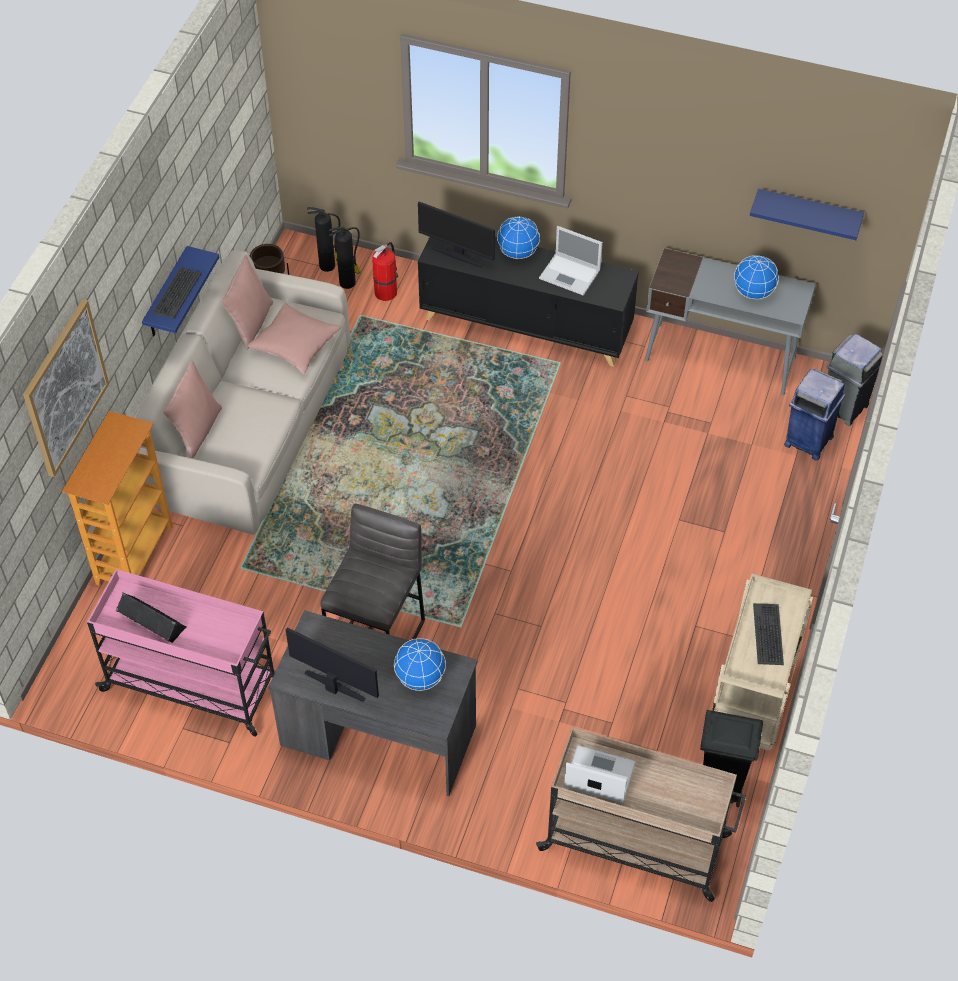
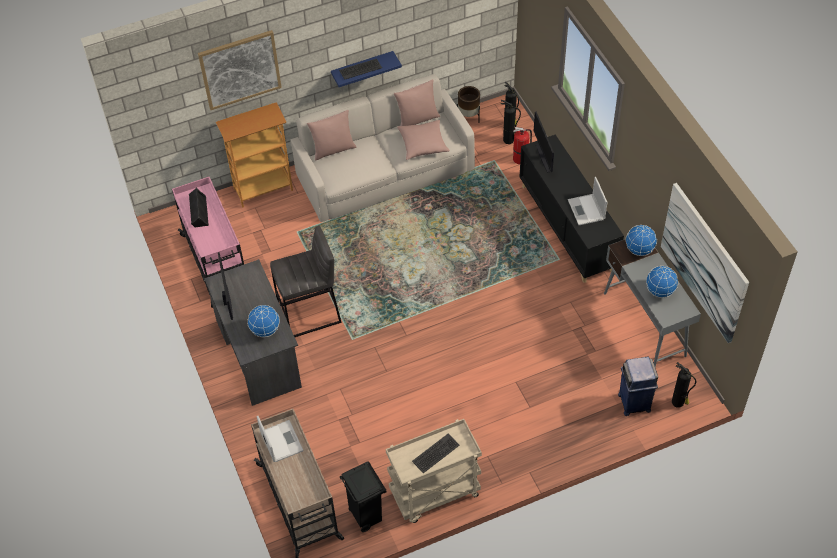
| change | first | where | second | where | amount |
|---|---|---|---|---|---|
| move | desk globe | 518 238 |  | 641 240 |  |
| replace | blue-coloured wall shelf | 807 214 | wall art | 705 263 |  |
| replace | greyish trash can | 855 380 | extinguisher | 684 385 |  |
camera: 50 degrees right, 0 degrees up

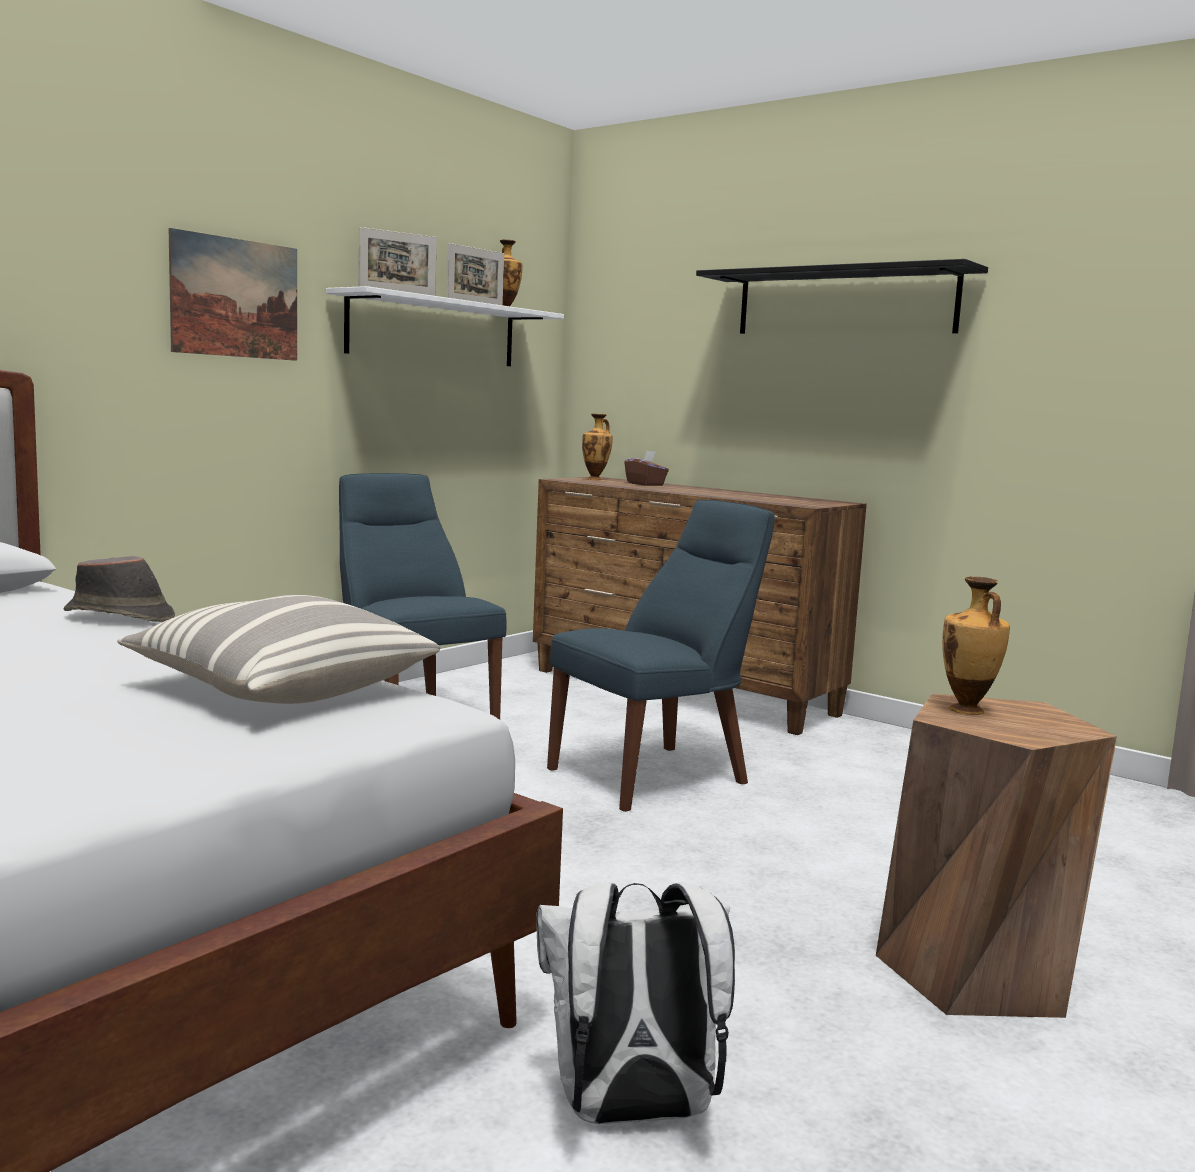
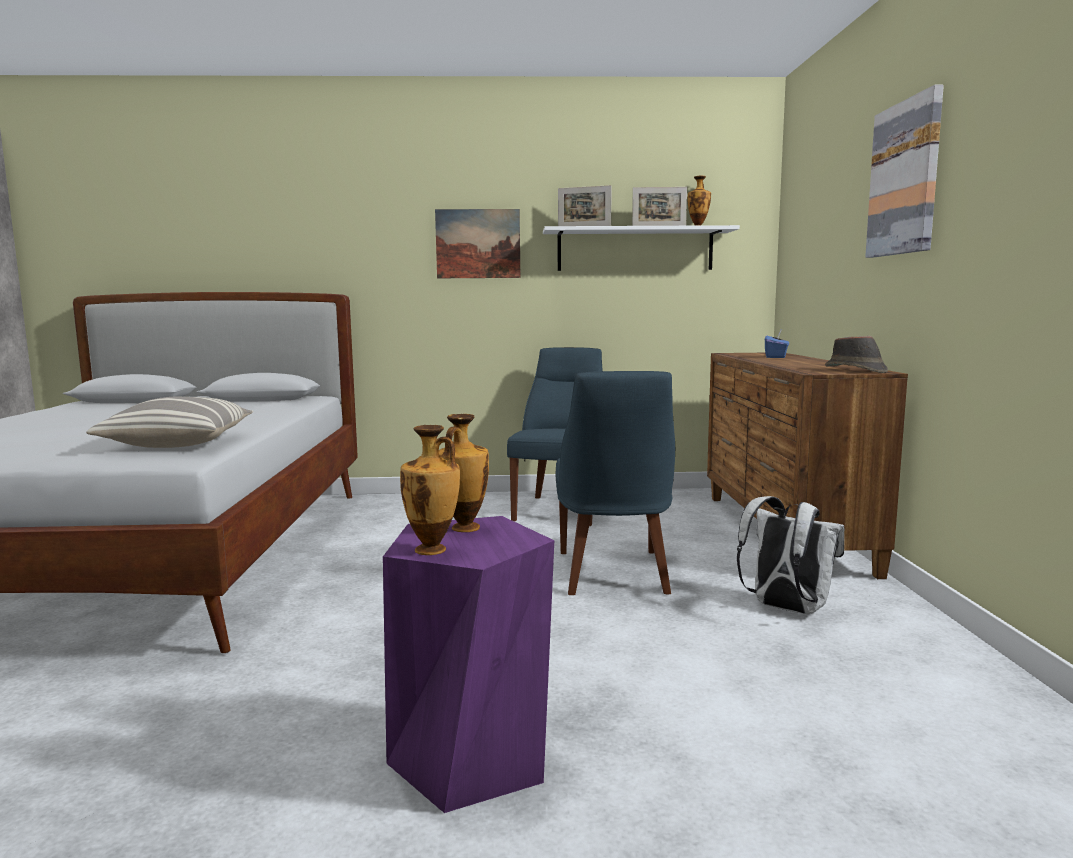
| change | first | where | second | where | amount |
|---|---|---|---|---|---|
| move | brown-coloured hat | 119 589 |  | 856 354 |  |
| move | white rucksack | 635 1003 |  | 791 555 |  |
| rotate | blue-coloured upright chair | 661 656 |  | 615 483 | 75 degrees clockwise |
| move | flower vase | 597 446 |  | 430 490 |  |
| recolor | brown-coloured box of tissues | 646 468 | blue-coloured box of tissues | 777 344 |  |
| replace | black wall shelf | 842 296 | wall art | 904 171 |  |
| recolor | brown-coloured stool seat | 996 856 | purple stool seat | 468 664 |  |
camera: 50 degrees right, 0 degrees up

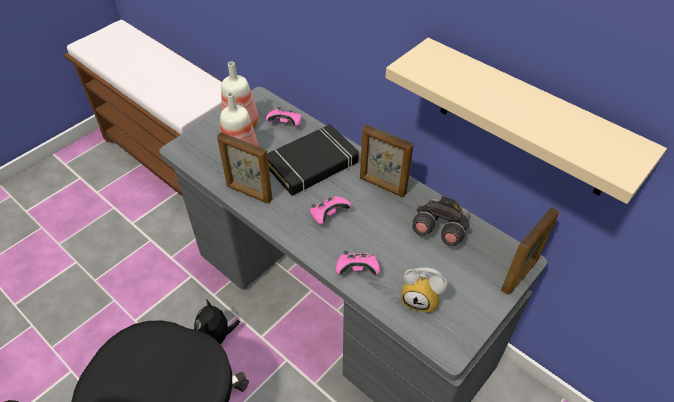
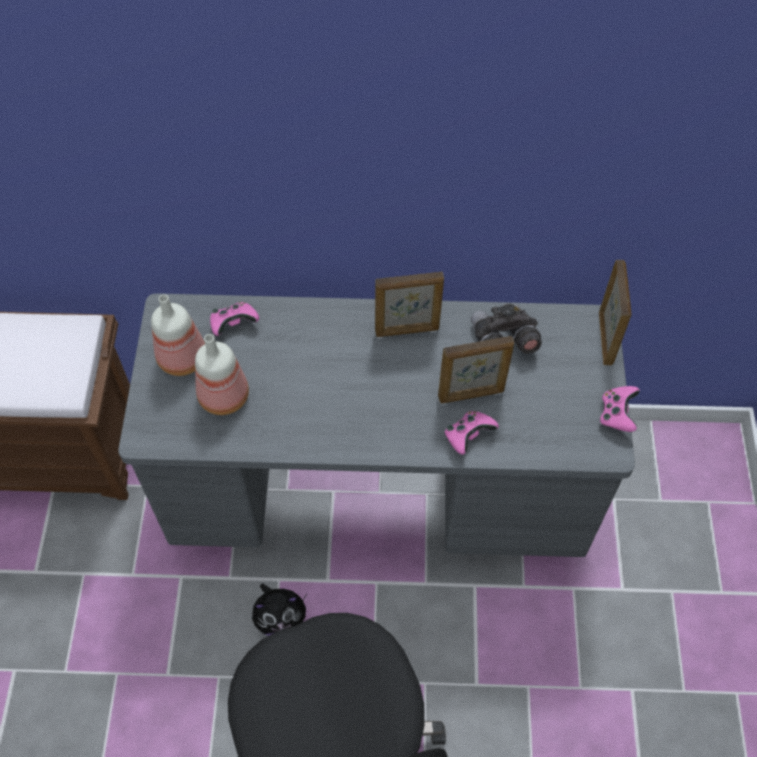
| change | first | where | second | where | amount |
|---|---|---|---|---|---|
| rotate | soft toy | 217 321 |  | 279 609 | 60 degrees counterclockwise |
| move | photo frame | 244 168 |  | 476 369 |  |
| delete | black book | 313 160 |  |  |  |
| move | pink joypad | 330 210 |  | 620 409 |  |
| delete | sand-coloured wall shelf | 526 121 |  |  |  |
| delete | bedside clock | 424 290 |  |  |  |
camera: 40 degrees left, 10 degrees up

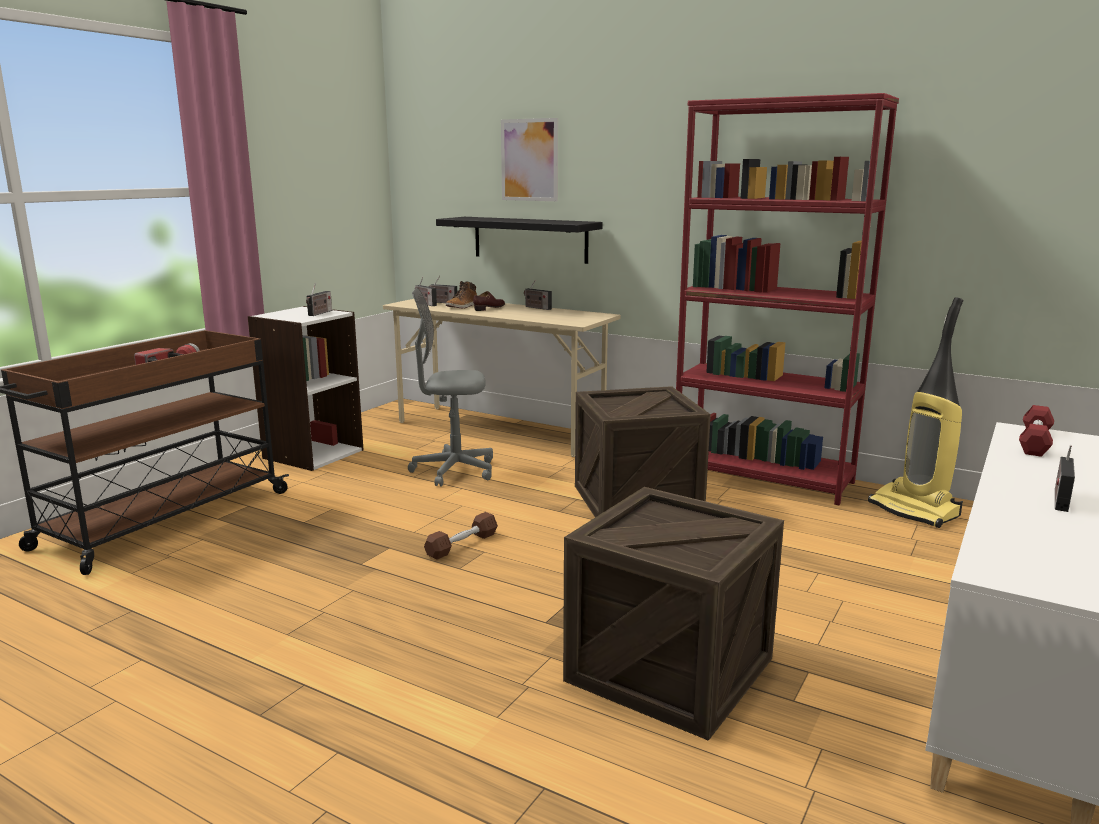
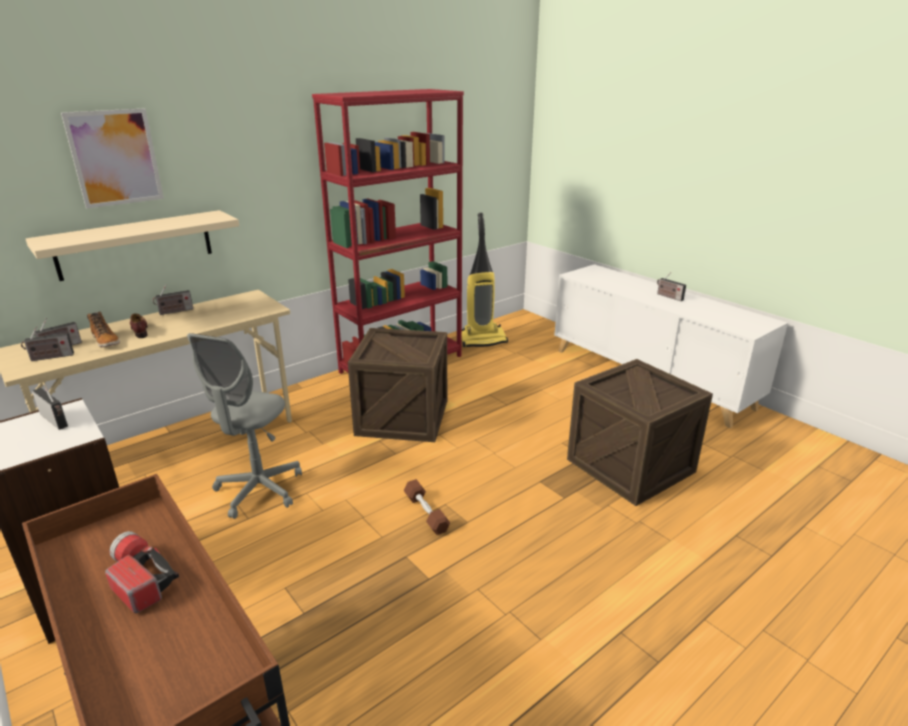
| change | first | where | second | where | amount |
|---|---|---|---|---|---|
| recolor | black wall shelf | 519 240 | sand-coloured wall shelf | 132 245 |  |
| delete | red hand weight | 1036 431 |  |  |  |
camera: 70 degrees left, 10 degrees up

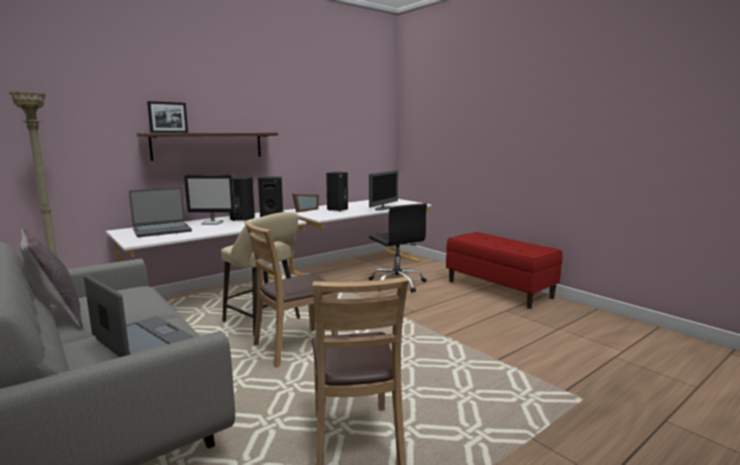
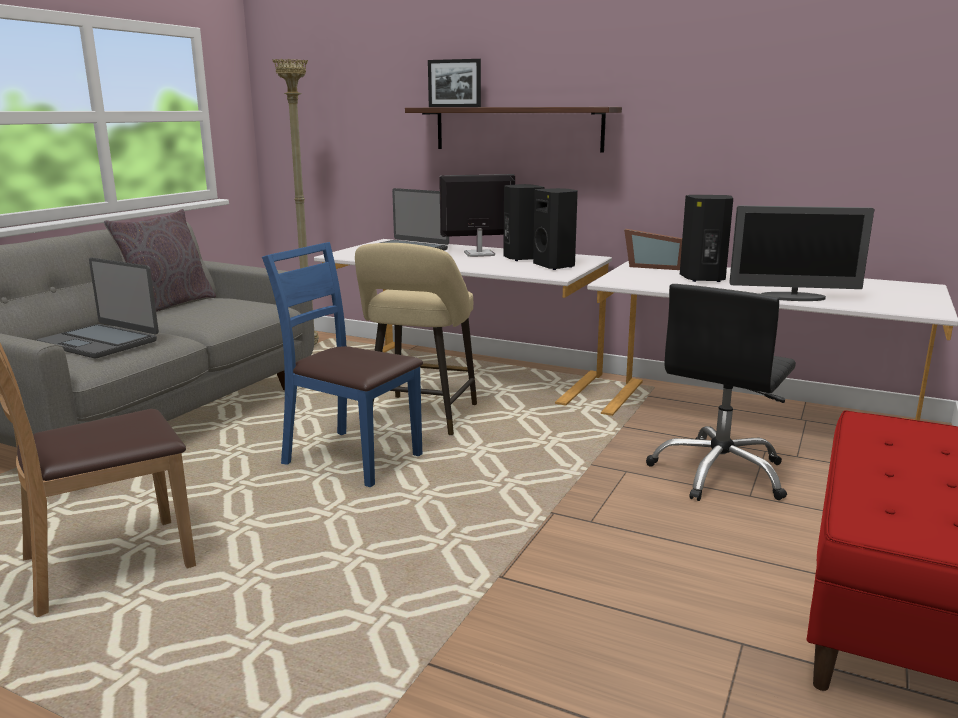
| change | first | where | second | where | amount |
|---|---|---|---|---|---|
| rotate | notebook computer | 139 316 |  | 97 308 | 105 degrees clockwise |
| rotate | monitor | 210 199 |  | 477 215 | 105 degrees clockwise |
| recolor | brown-coloured upright chair | 291 294 | blue-coloured upright chair | 342 364 |  |
camera: 65 degrees right, 5 degrees up

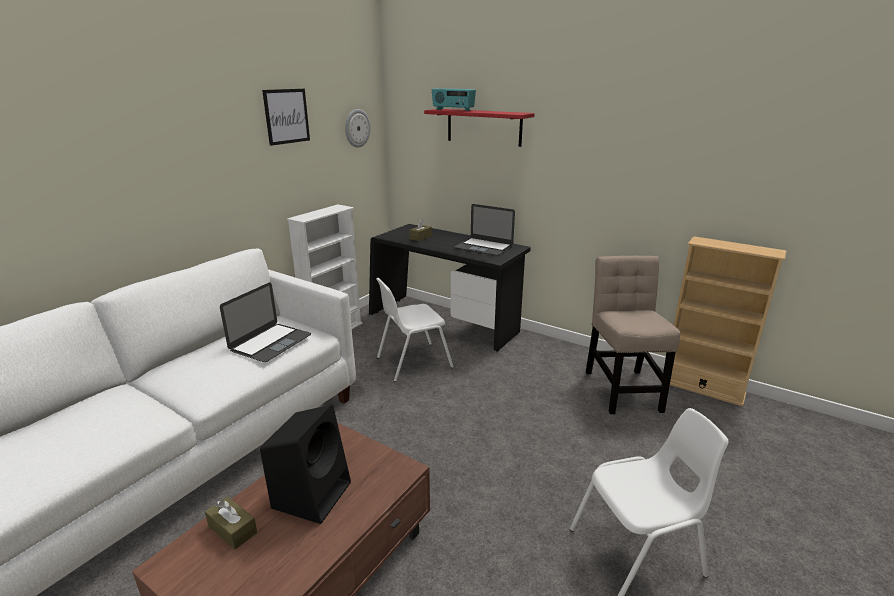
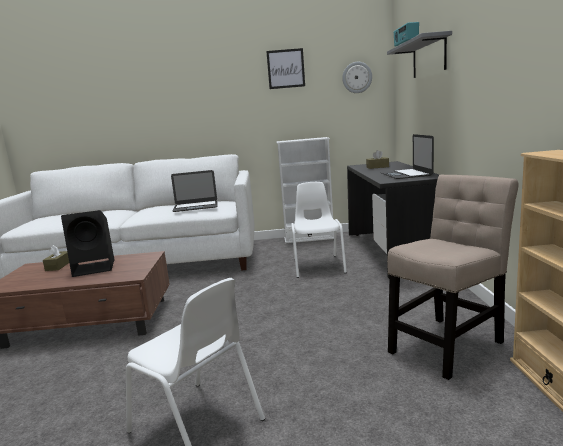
| change | first | where | second | where | amount |
|---|---|---|---|---|---|
| rotate | white upright chair | 415 330 |  | 319 230 | 60 degrees clockwise |
| recolor | red wall shelf | 479 128 | greyish wall shelf | 419 54 |  |
camera: 55 degrees right, 10 degrees down

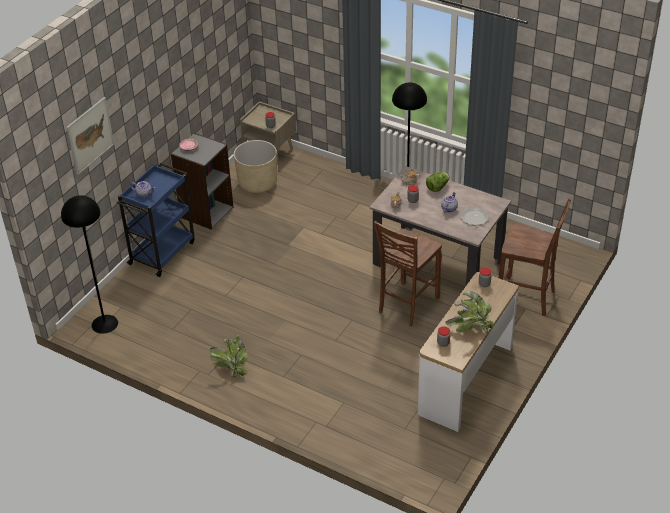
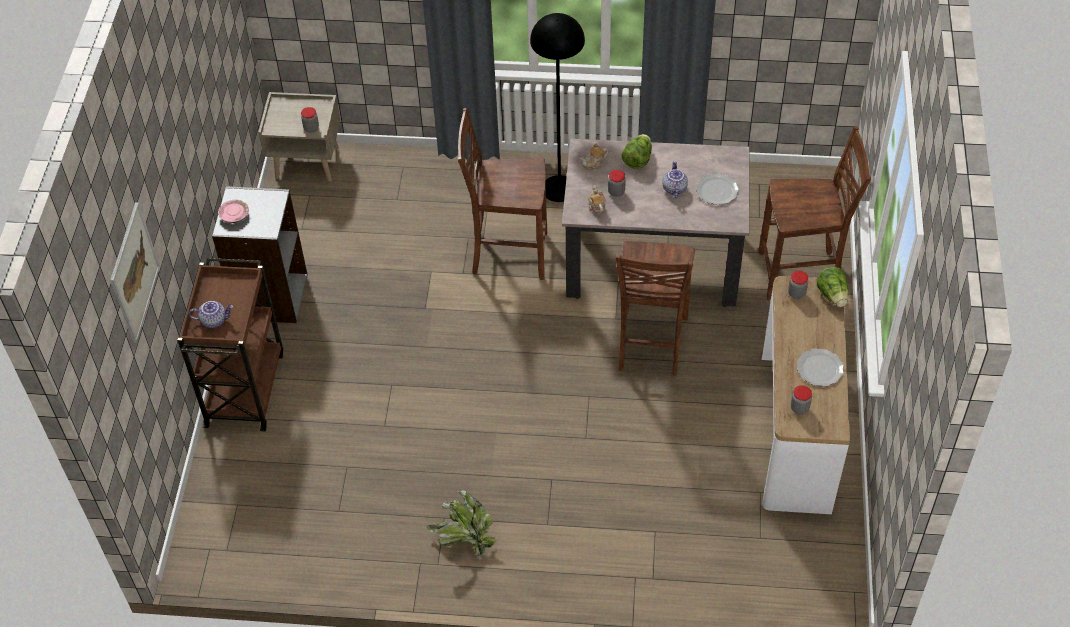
| change | first | where | second | where | amount |
|---|---|---|---|---|---|
| delete | black floor lamp | 89 264 |  |  |  |
| recolor | blue-coloured trolley | 156 220 | brown-coloured trolley | 230 344 |  |
| delete | sand-coloured planter | 255 166 |  |  |  |
| replace | plant in a pot | 469 312 | plate | 820 368 |  |
| insert |  |  | brown-coloured upright chair | 502 194 |  |
| insert |  |  | lettuce head | 833 287 |  |
camera: 25 degrees left, 10 degrees up

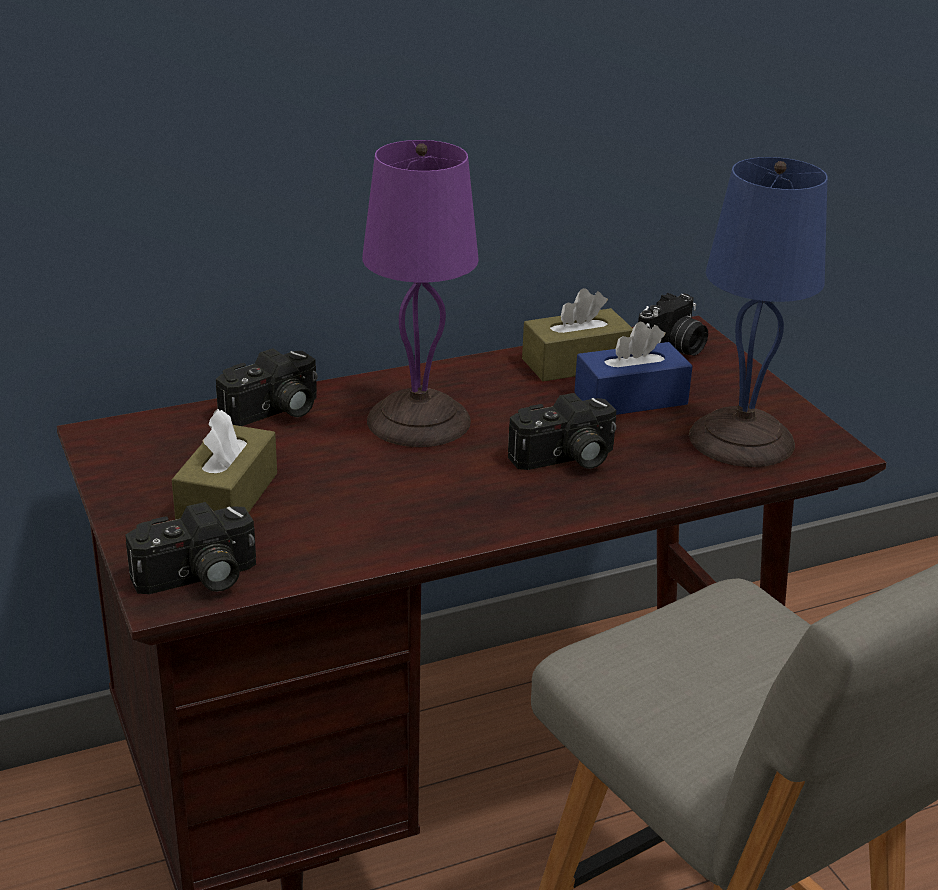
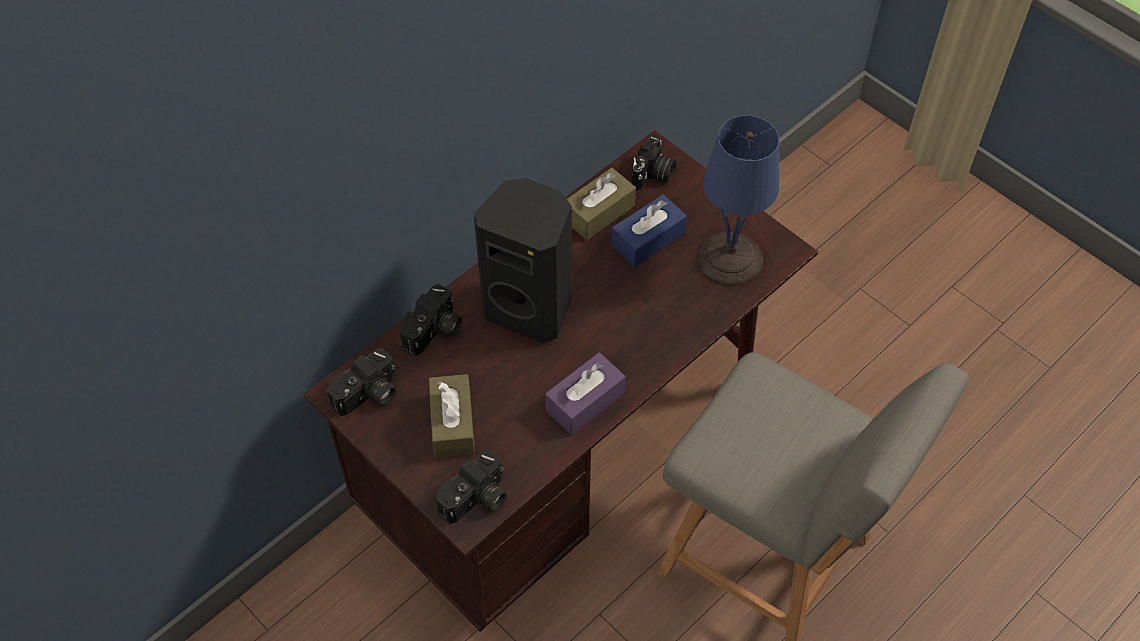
| change | first | where | second | where | amount |
|---|---|---|---|---|---|
| replace | purple table lamp | 420 293 | black loudspeaker | 523 260 |  |
| move | photo camera | 562 431 |  | 361 382 |  |
| insert |  |  | purple box of tissues | 585 394 |  |
camera: 20 degrees left, 25 degrees up

